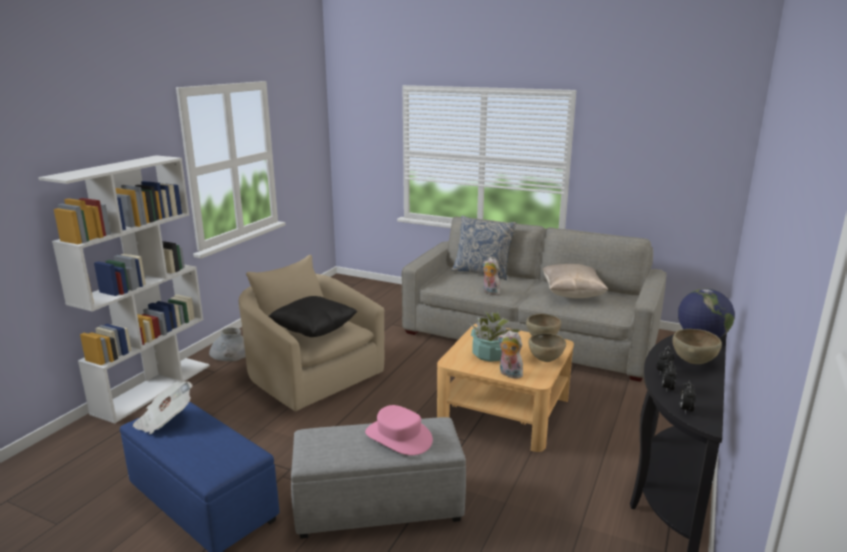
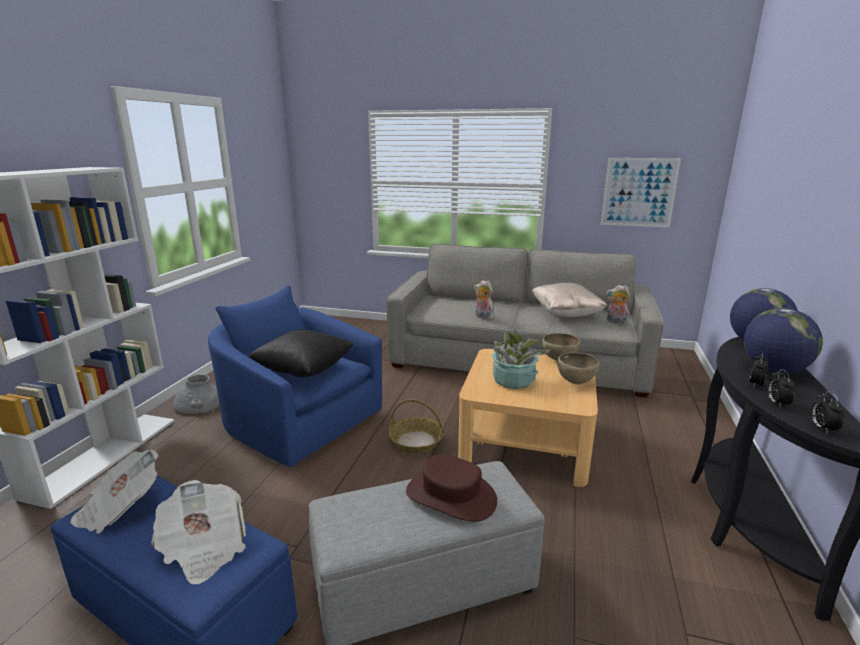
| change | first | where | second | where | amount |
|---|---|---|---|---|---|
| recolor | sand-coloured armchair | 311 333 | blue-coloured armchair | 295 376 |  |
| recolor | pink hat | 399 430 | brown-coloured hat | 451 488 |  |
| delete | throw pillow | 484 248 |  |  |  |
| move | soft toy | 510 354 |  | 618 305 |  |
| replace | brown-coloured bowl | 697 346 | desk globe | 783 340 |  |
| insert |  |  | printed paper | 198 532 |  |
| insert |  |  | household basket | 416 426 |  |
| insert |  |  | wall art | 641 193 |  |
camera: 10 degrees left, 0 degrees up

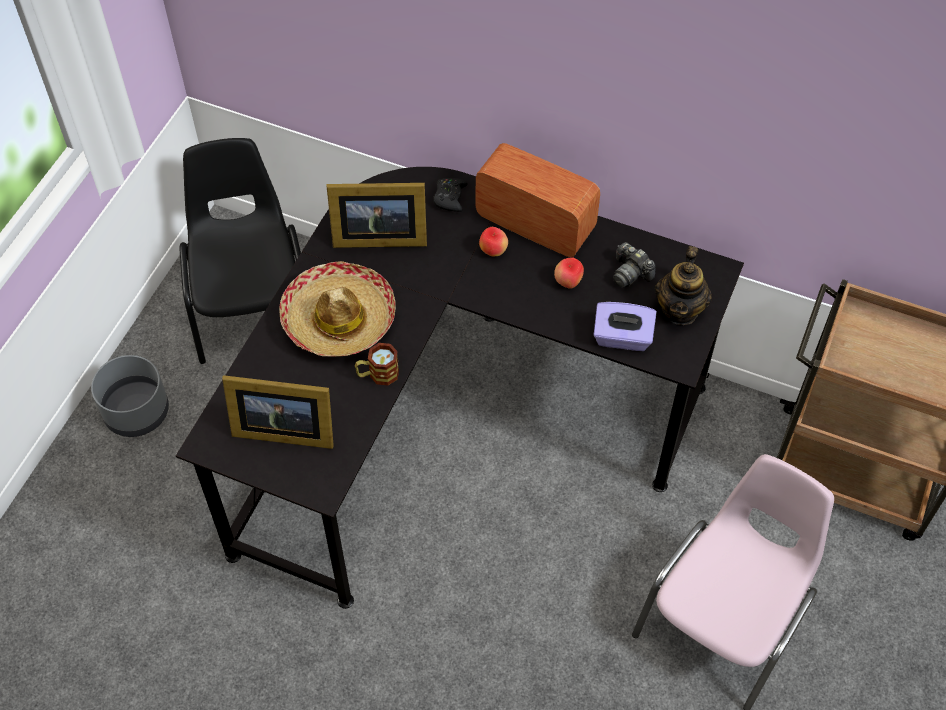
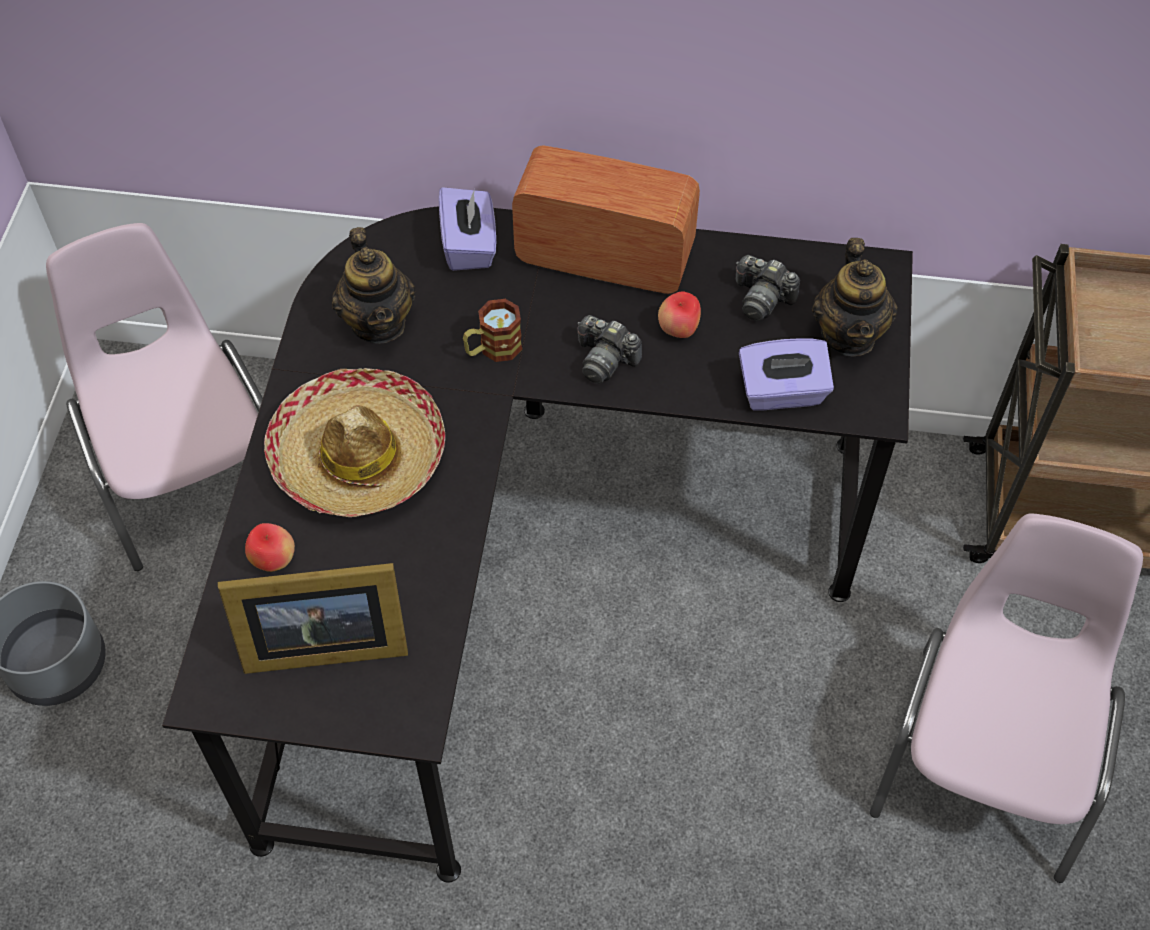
| change | first | where | second | where | amount |
|---|---|---|---|---|---|
| recolor | black upright chair | 240 251 | pink upright chair | 154 397 |  |
| replace | photo frame | 377 215 | teapot | 374 285 |  |
| move | coffee mug | 377 364 |  | 492 330 |  |
| replace | black joypad | 450 195 | purple box of tissues | 467 229 |  |
| move | apple | 493 241 |  | 270 547 |  |
| insert |  |  | photo camera | 609 349 |  |
camera: 15 degrees left, 0 degrees up

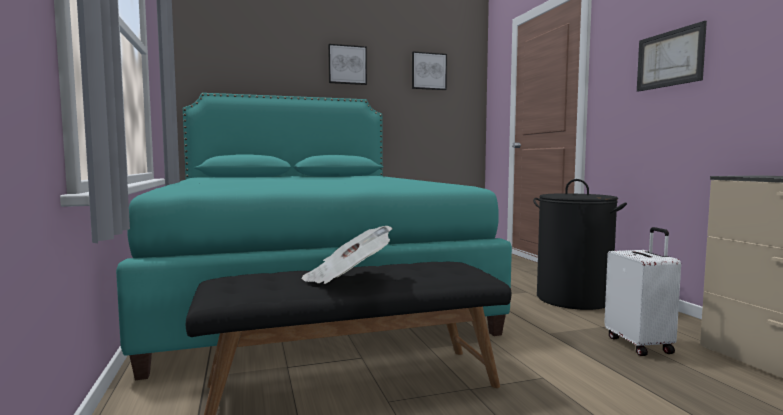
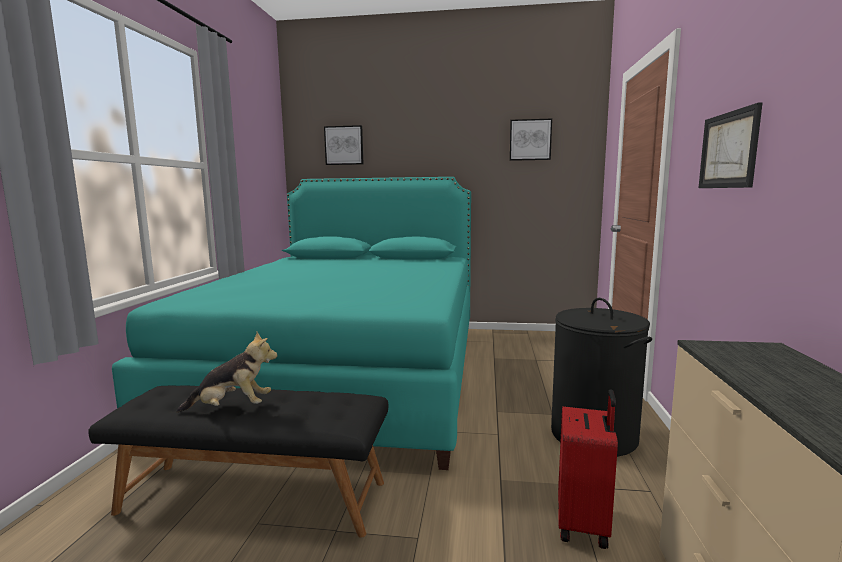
| change | first | where | second | where | amount |
|---|---|---|---|---|---|
| replace | printed paper | 347 255 | soft toy | 226 372 |  |
| move | wall art | 347 64 |  | 344 145 |  |
| recolor | white travel case | 642 291 | red travel case | 588 469 |  |
camera: 25 degrees right, 5 degrees up

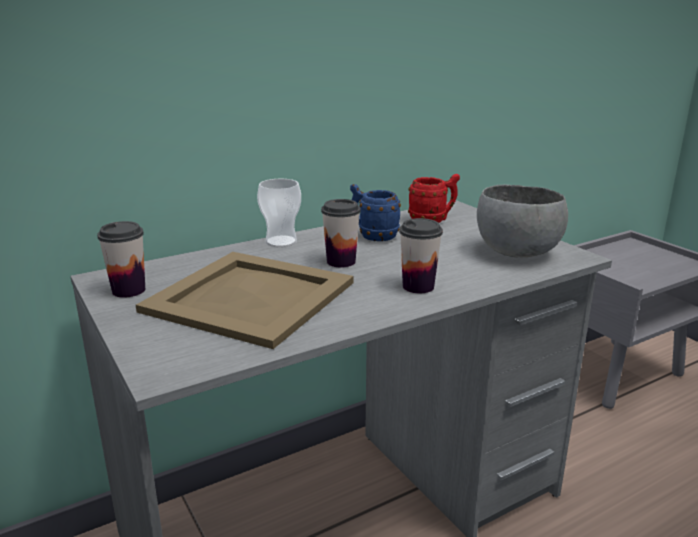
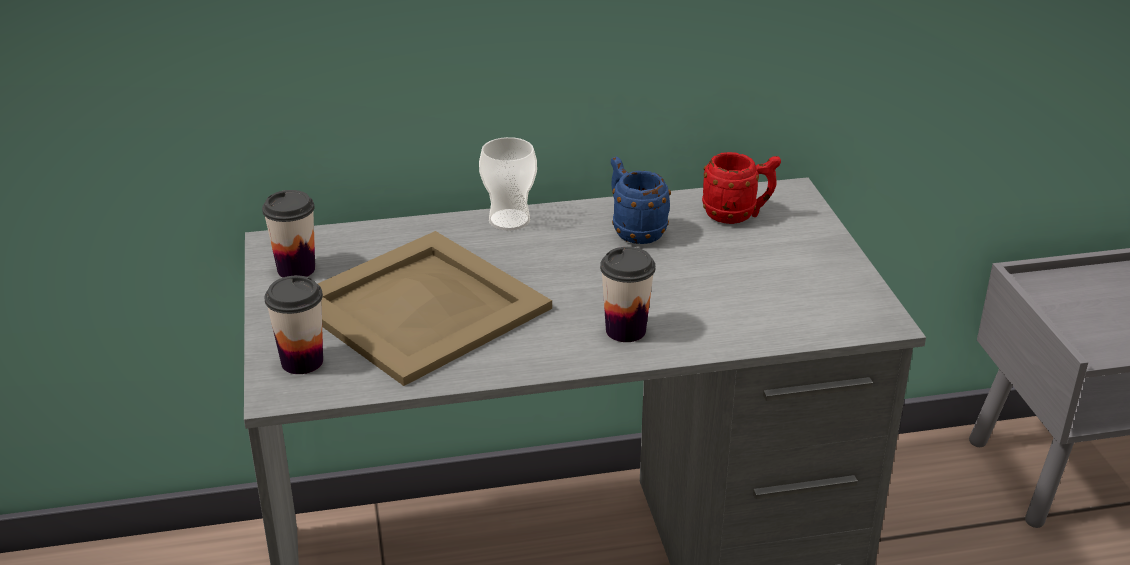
| change | first | where | second | where | amount |
|---|---|---|---|---|---|
| move | small cup | 341 233 |  | 294 325 |  |
| delete | greyish bowl | 522 221 |  |  |  |
camera: 20 degrees right, 10 degrees up

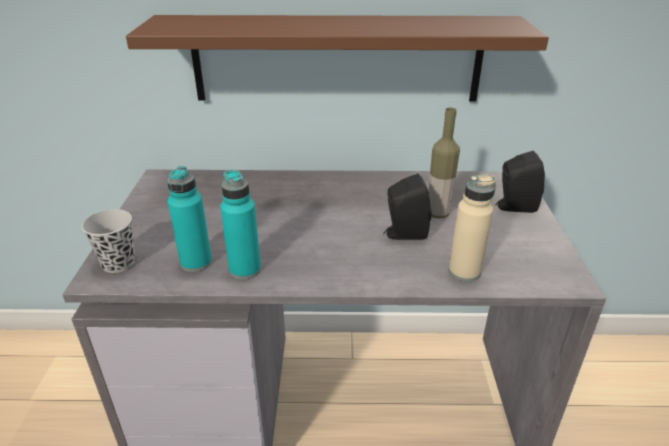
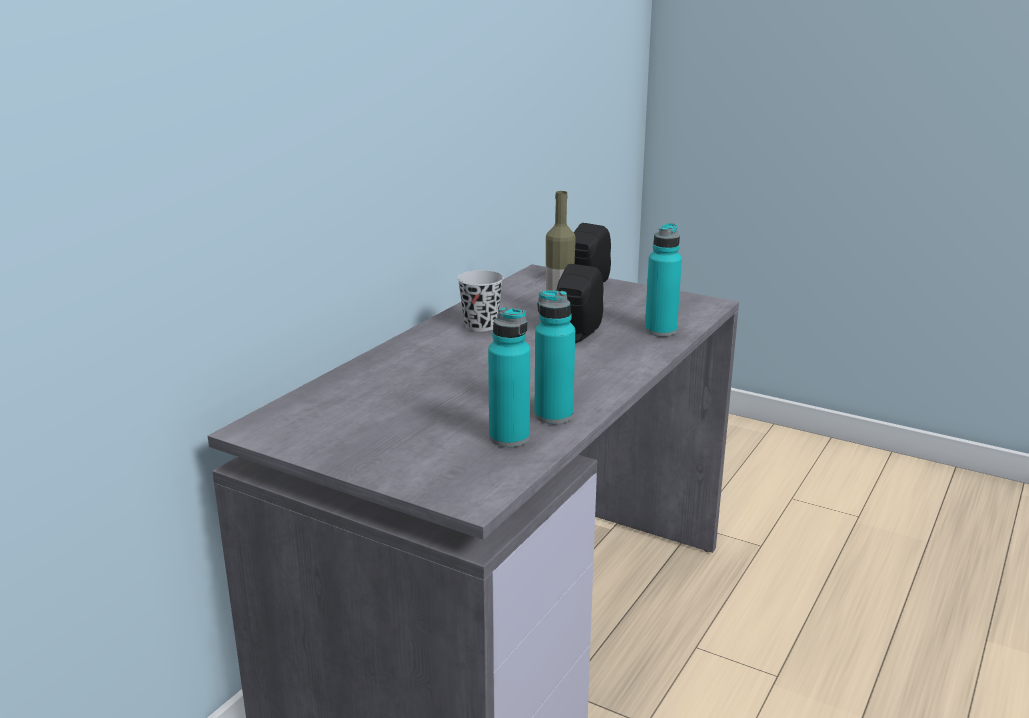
| change | first | where | second | where | amount |
|---|---|---|---|---|---|
| move | black small cup | 108 241 |  | 480 301 |  |
| delete | brown-coloured wall shelf | 337 58 |  |  |  |
| recolor | sand-coloured bottle | 472 228 | blue-green bottle | 663 280 |  |
camera: 60 degrees left, 10 degrees down

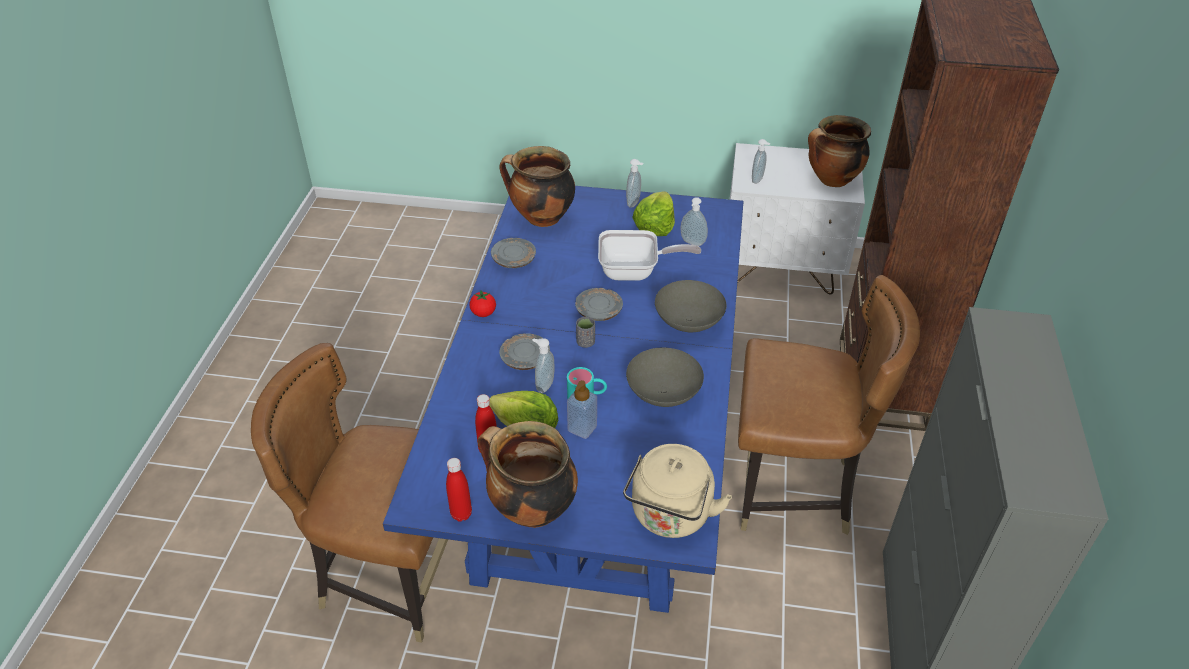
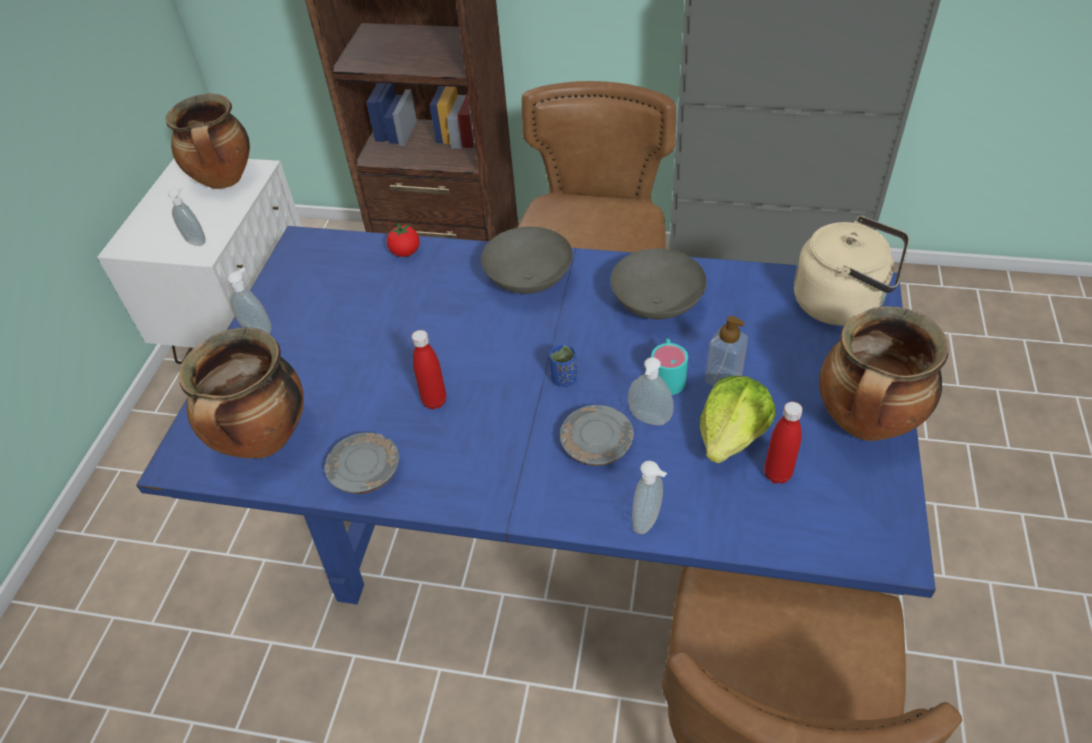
| change | first | where | second | where | amount |
|---|---|---|---|---|---|
| move | red bottle | 459 489 |  | 429 370 |  |
| move | whole tomato | 482 303 |  | 403 240 |  |
| delete | greyish plate | 599 304 |  |  |  |
| recolor | greyish small cup | 585 332 | blue-coloured small cup | 563 365 |  |
| delete | frying pan | 649 255 |  |  |  |
| delete | lettuce head | 653 213 |  |  |  |
| move | soap dispenser | 694 221 |  | 649 497 |  |
camera: 85 degrees left, 5 degrees up

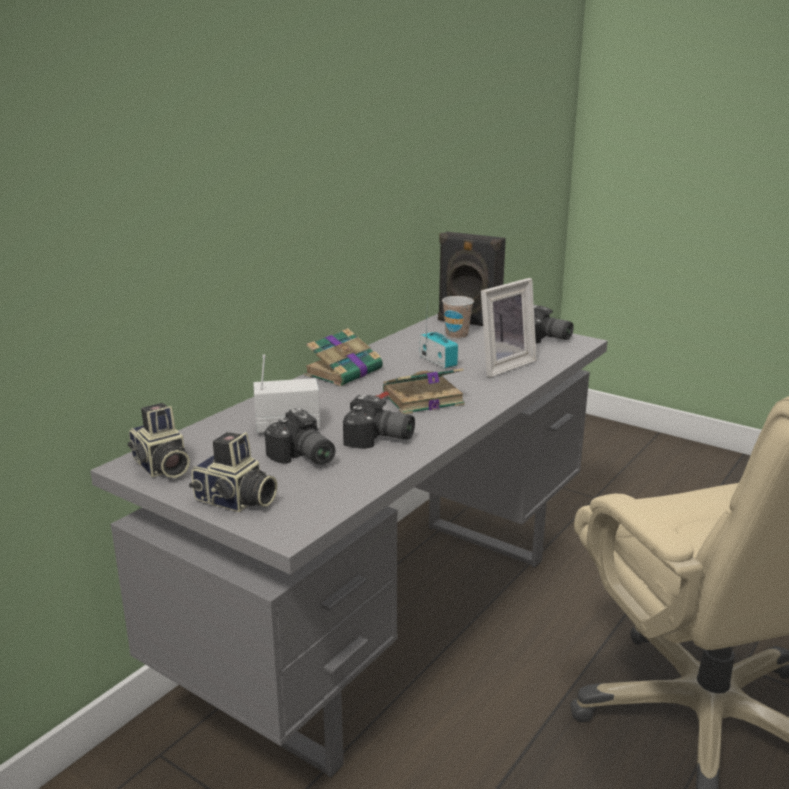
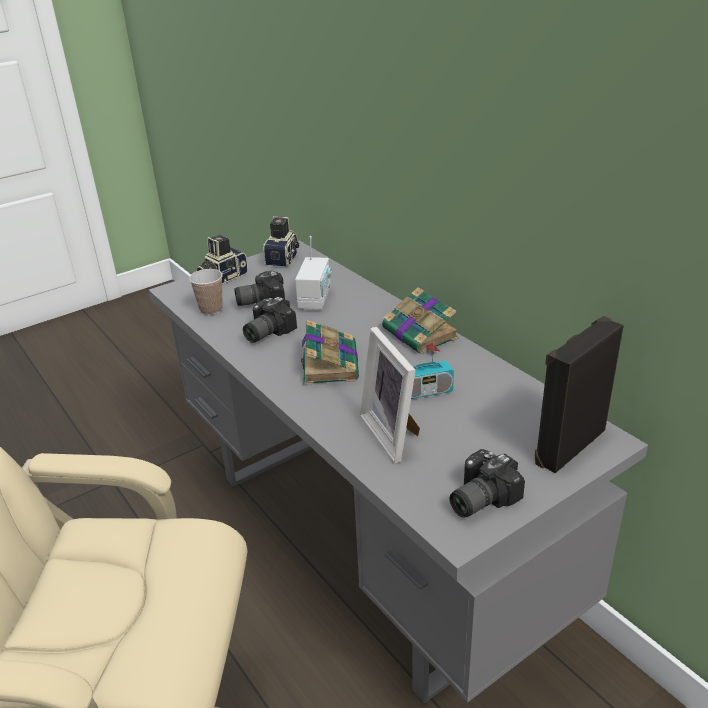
| change | first | where | second | where | amount |
|---|---|---|---|---|---|
| rotate | photo camera | 158 440 |  | 281 241 | 120 degrees clockwise |
| move | small cup | 458 317 |  | 206 292 |  |
camera: 110 degrees right, 10 degrees up

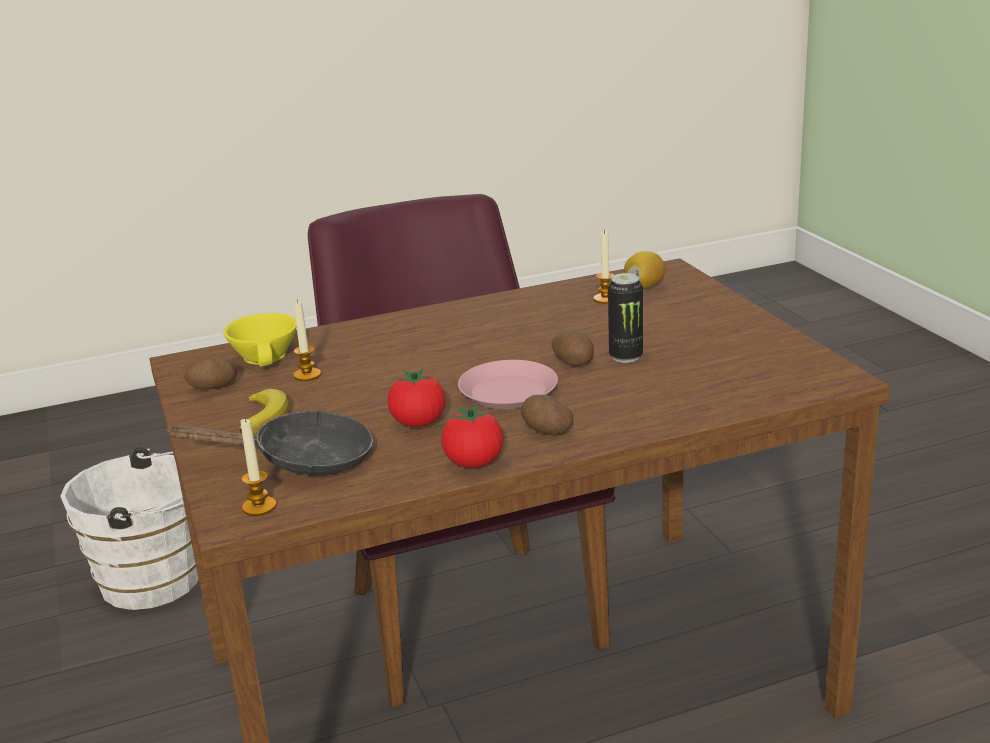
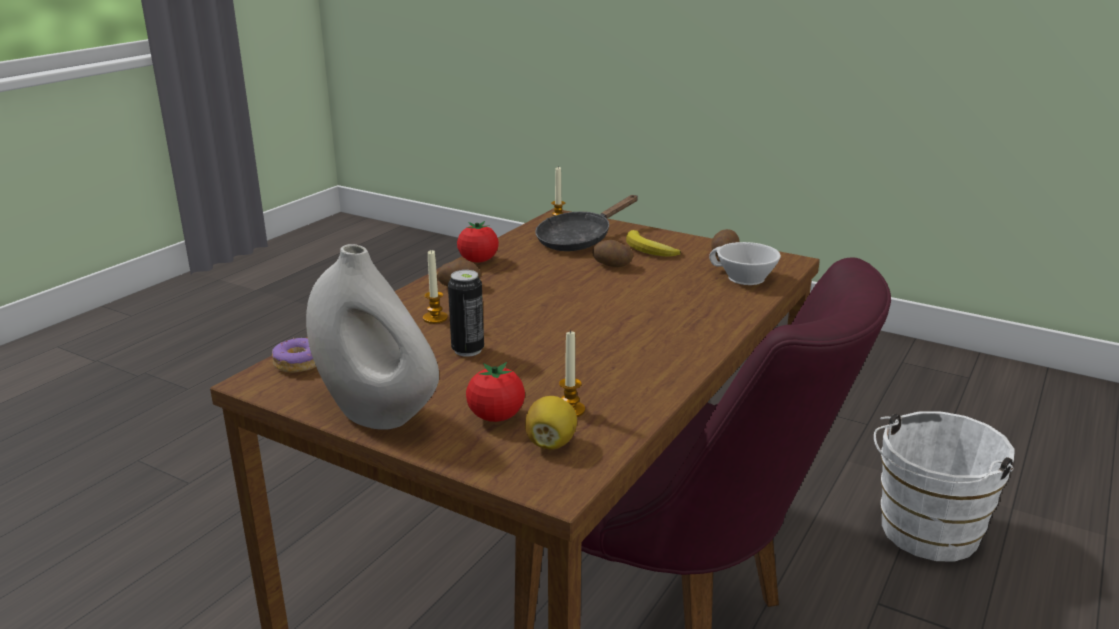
| change | first | where | second | where | amount |
|---|---|---|---|---|---|
| recolor | yellowish small cup | 260 340 | white small cup | 745 263 |  |
| move | wax candle | 307 340 |  | 435 287 |  |
| move | whole tomato | 417 398 |  | 495 392 |  |
| delete | pink plate | 508 384 |  |  |  |
| move | whole potato | 573 348 |  | 612 253 |  |
| insert |  |  | doughnut | 294 355 |  |
| insert |  |  | white flower vase | 372 337 |  |
camera: 140 degrees right, 0 degrees up

